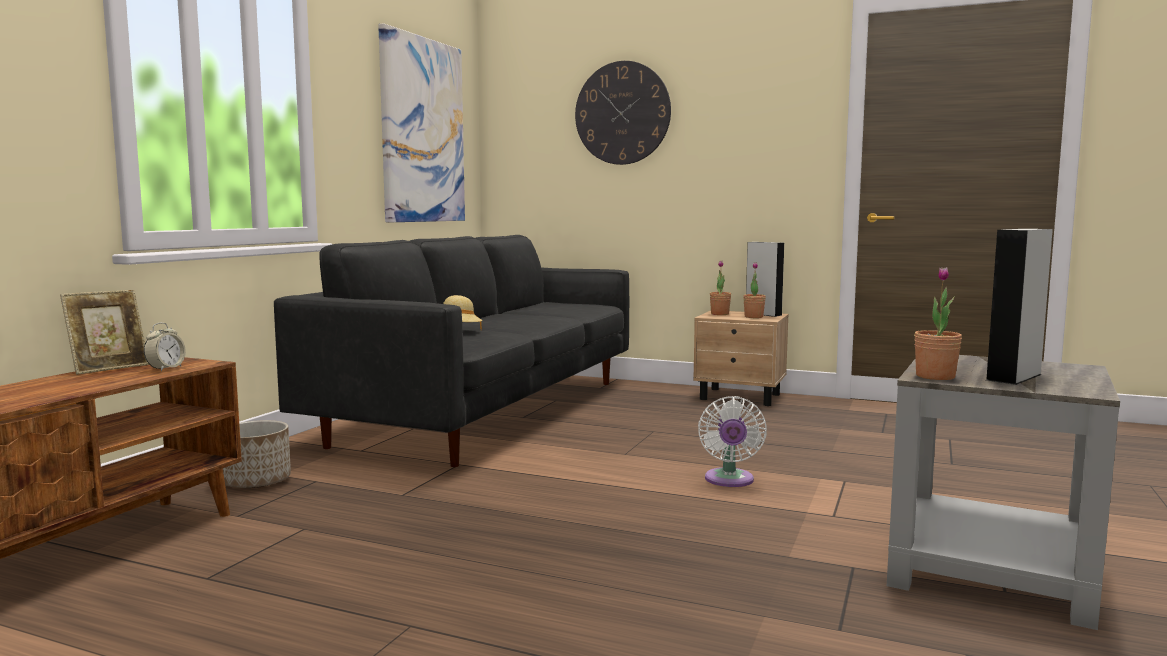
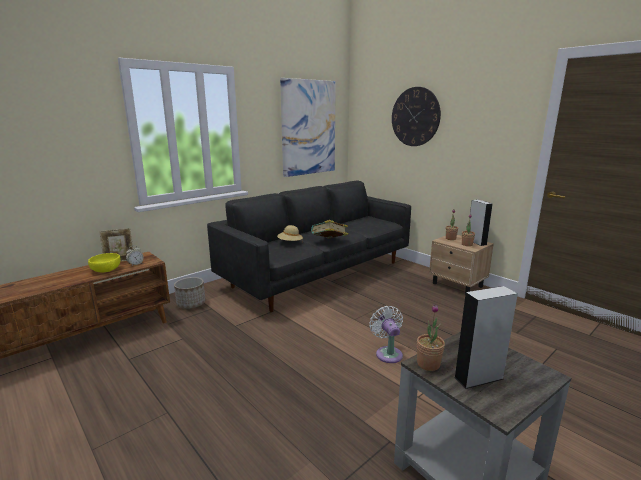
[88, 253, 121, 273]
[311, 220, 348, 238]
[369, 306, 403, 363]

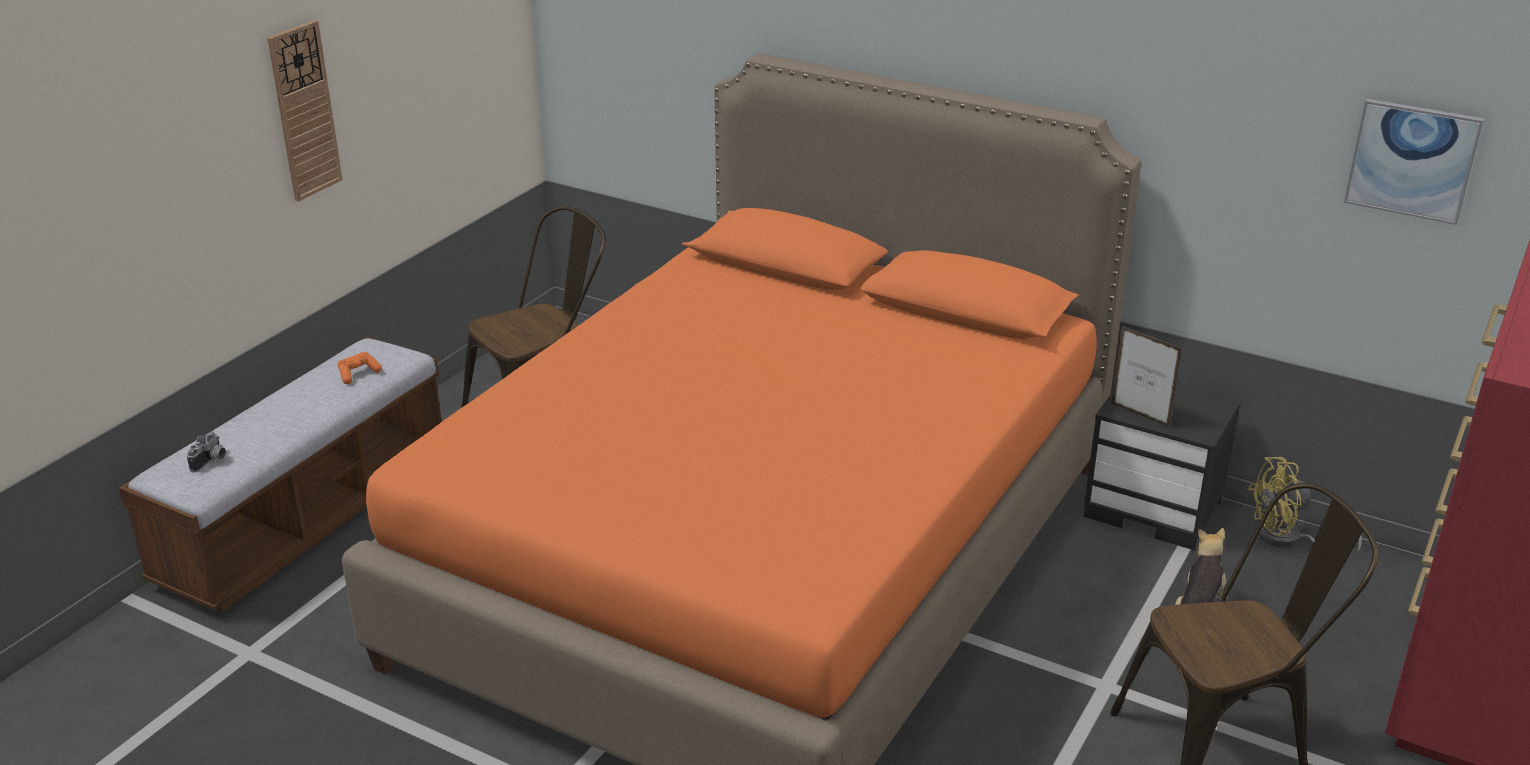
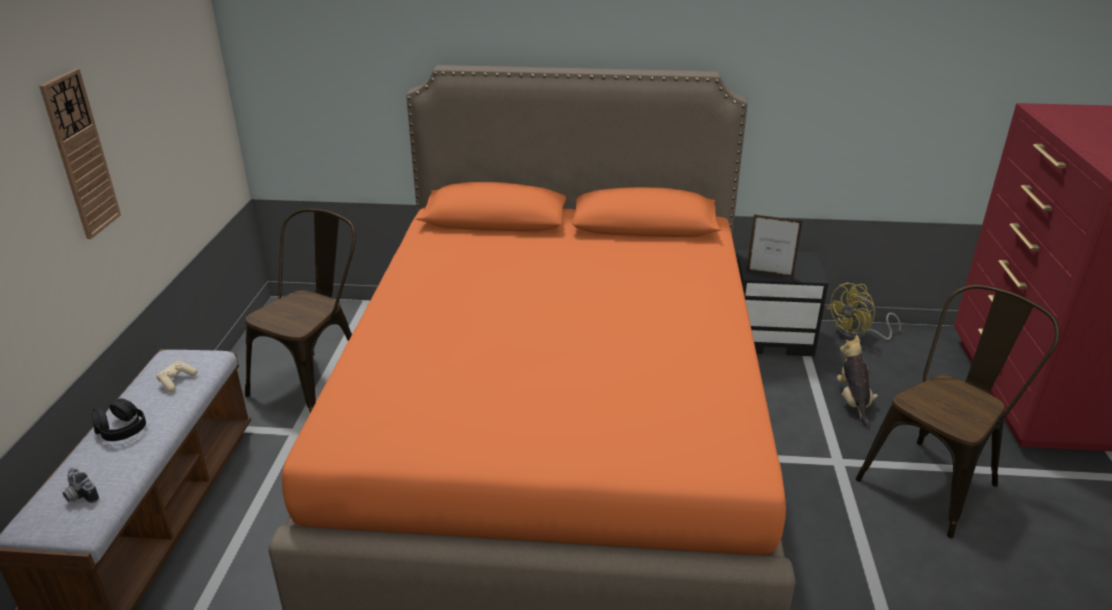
[63, 468, 99, 503]
[91, 398, 146, 441]
[156, 361, 197, 392]
[1344, 99, 1484, 225] (first image)

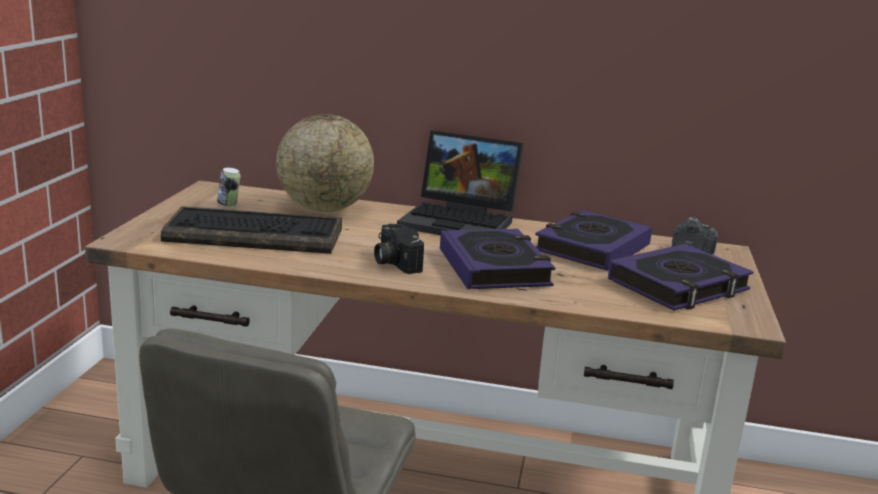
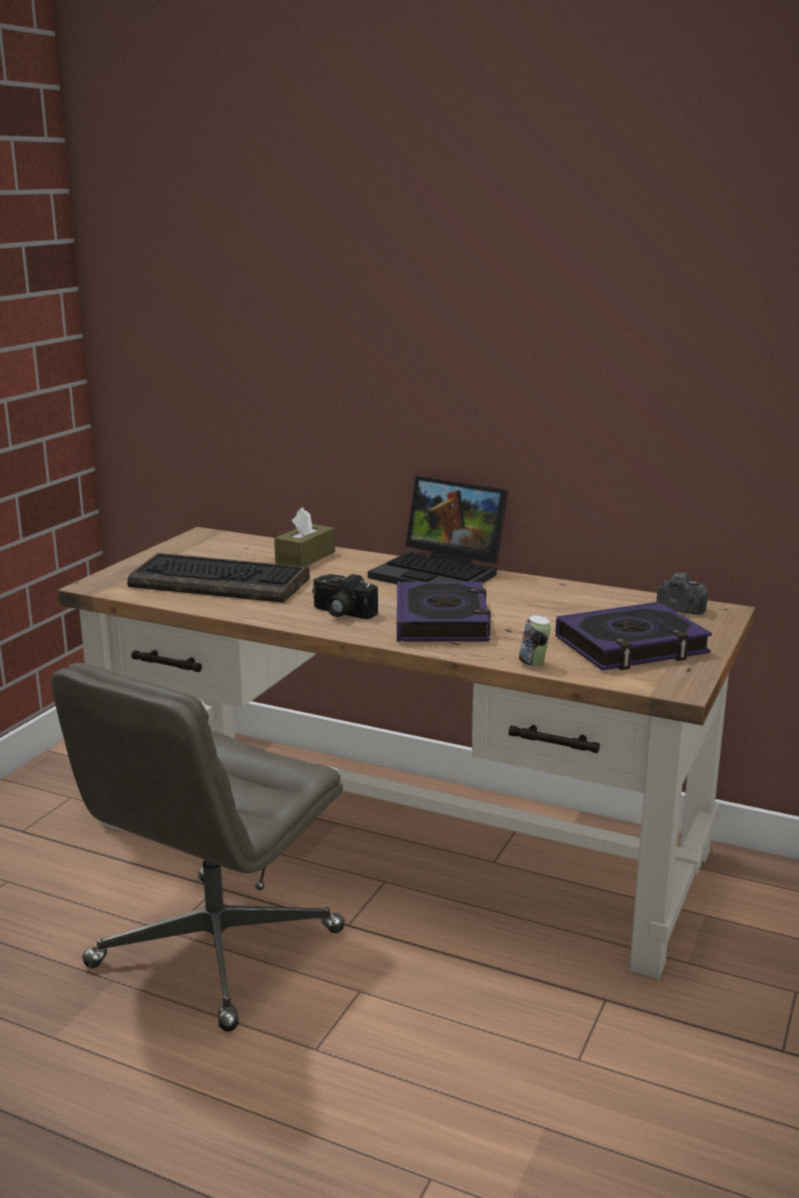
[274, 507, 335, 567]
[312, 574, 378, 619]
[519, 615, 551, 667]
[535, 210, 652, 271] (first image)

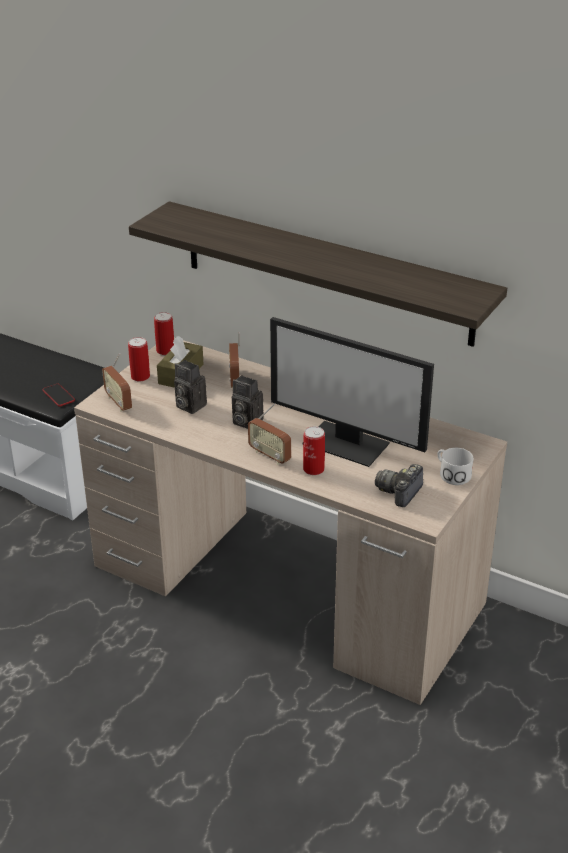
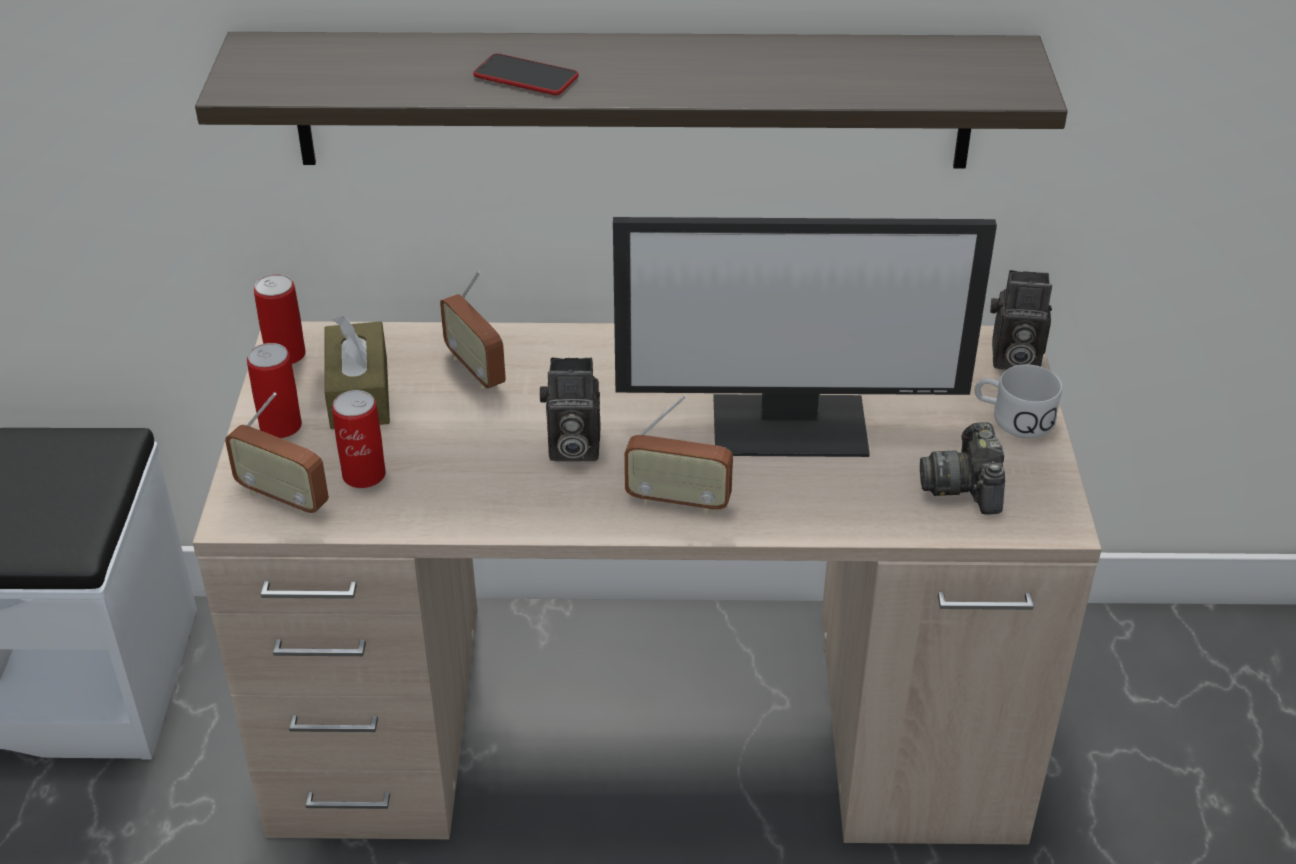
[332, 390, 386, 488]
[473, 53, 579, 95]
[990, 270, 1052, 370]

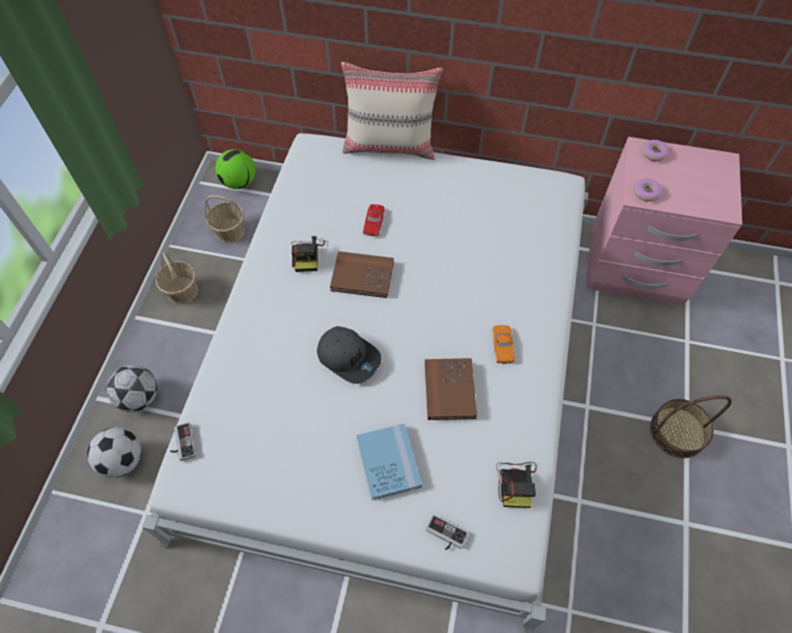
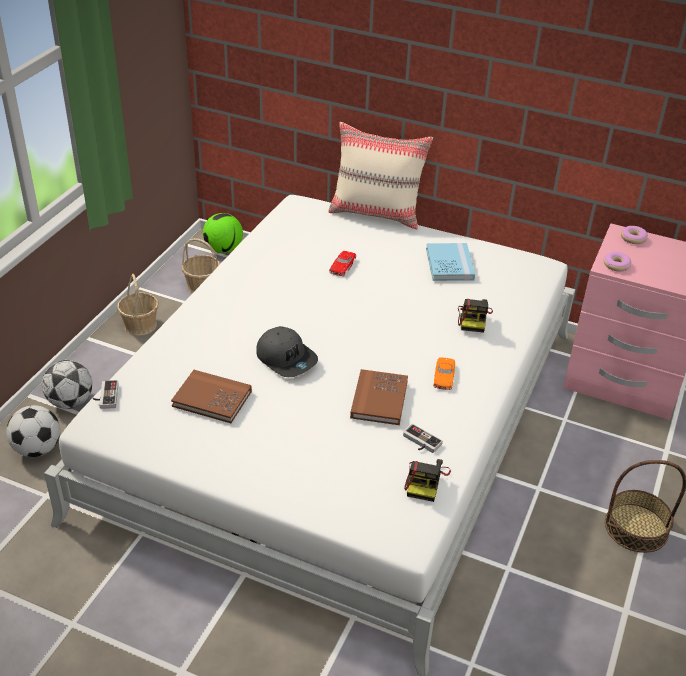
[171, 370, 252, 423]
[403, 424, 443, 453]
[426, 243, 475, 281]
[458, 299, 493, 333]

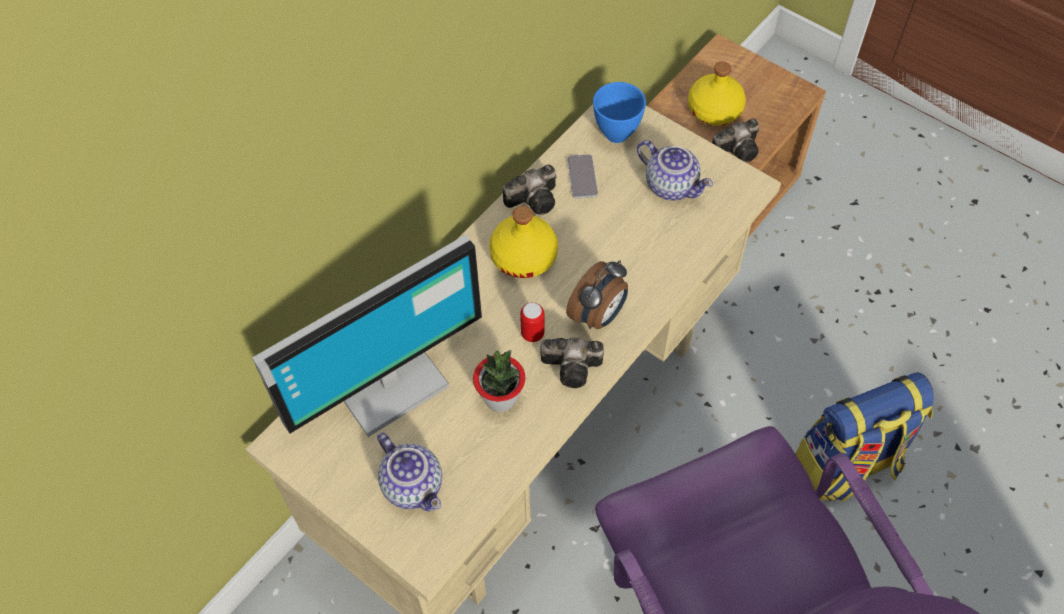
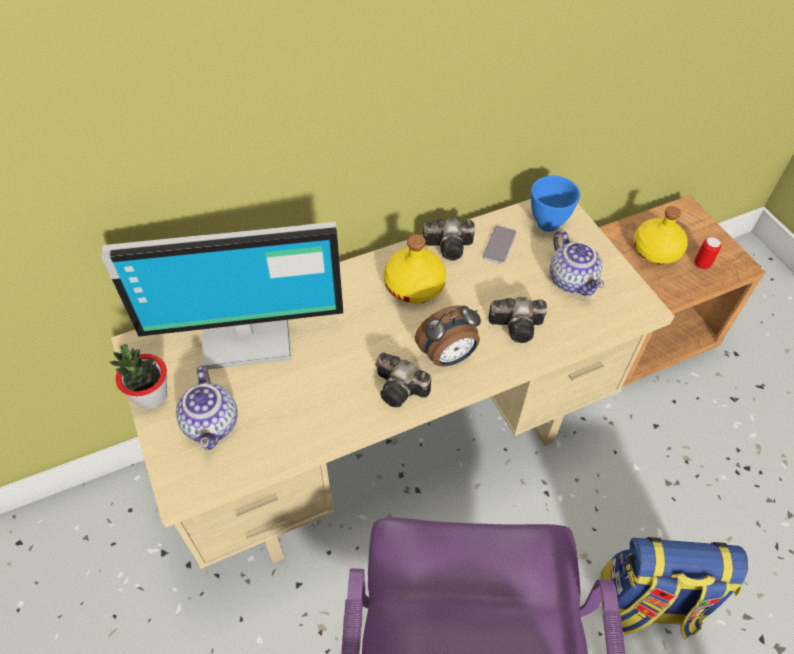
[109, 344, 167, 409]
[488, 297, 547, 343]
[694, 237, 721, 269]

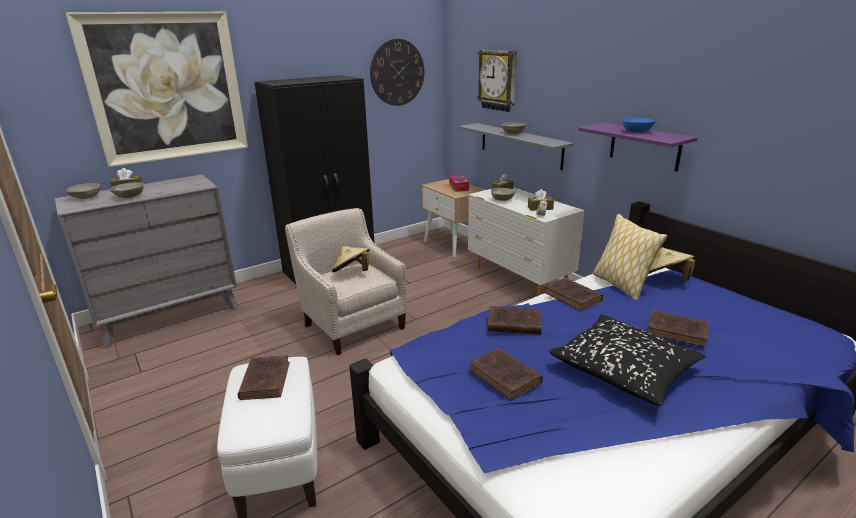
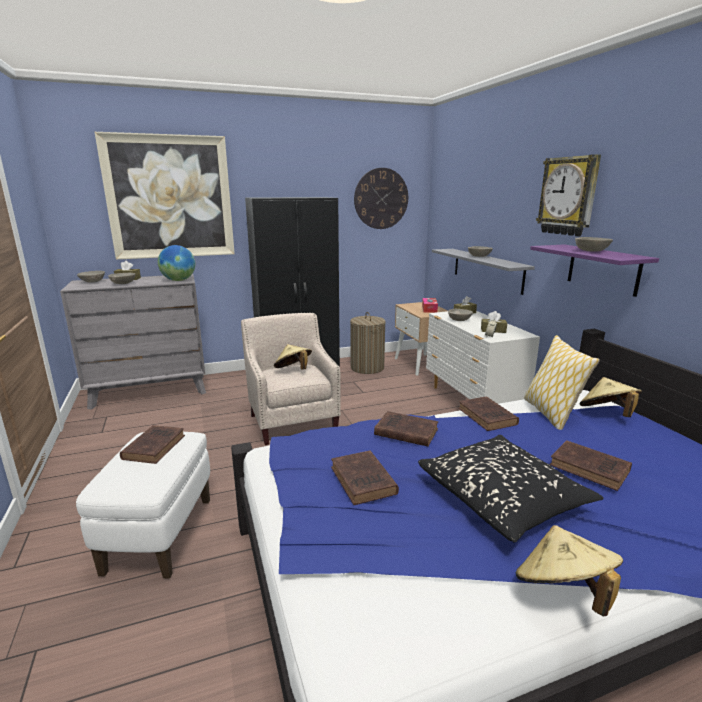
[158, 245, 195, 281]
[350, 312, 386, 374]
[516, 525, 623, 616]
[536, 154, 601, 236]
[575, 237, 613, 252]

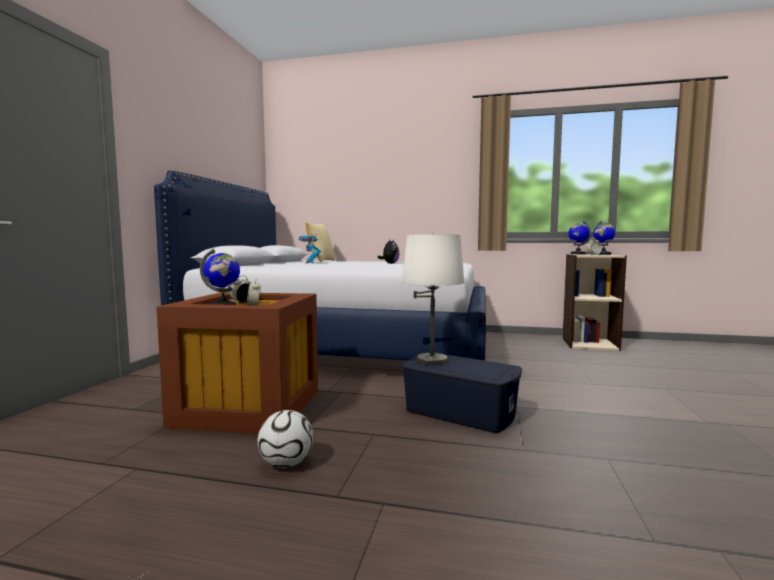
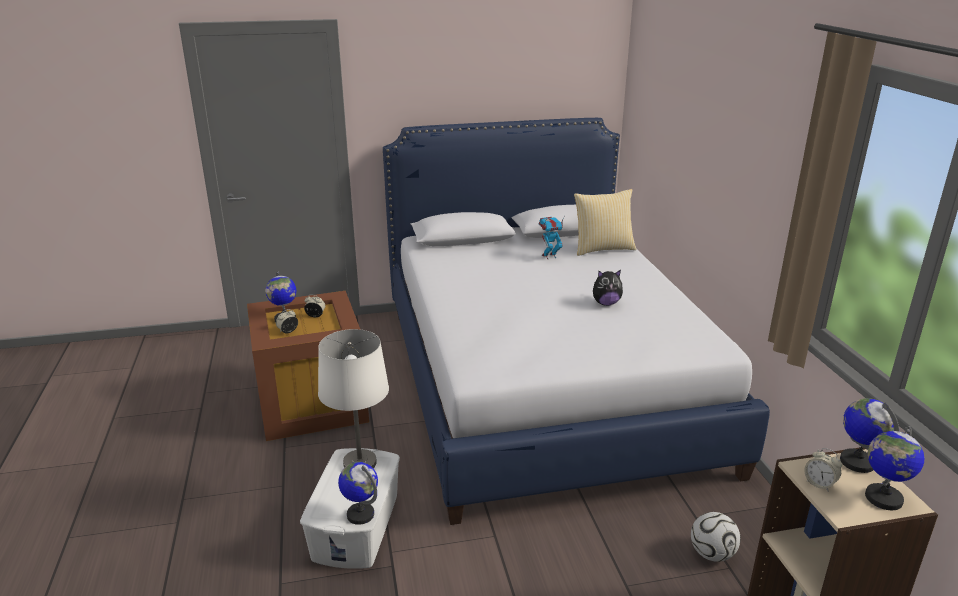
[300, 448, 400, 569]
[338, 462, 378, 525]
[691, 512, 740, 562]

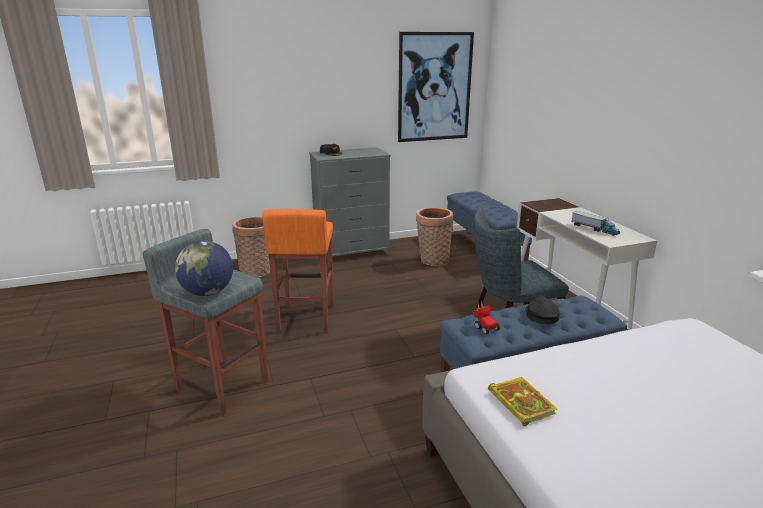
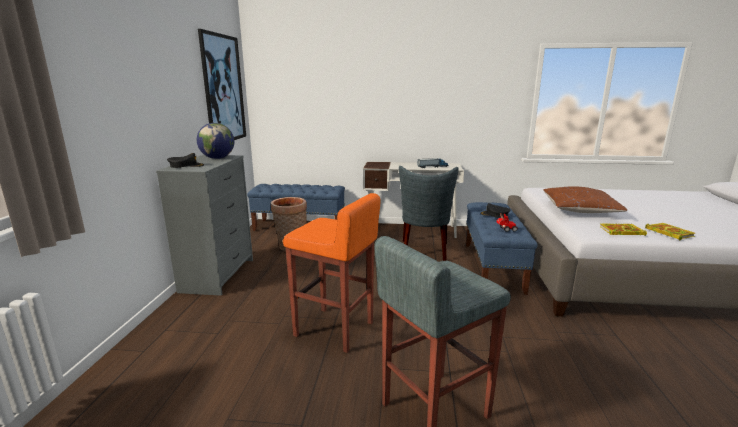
[197, 123, 234, 159]
[543, 186, 627, 213]
[645, 223, 696, 240]
[232, 216, 270, 277] (first image)

